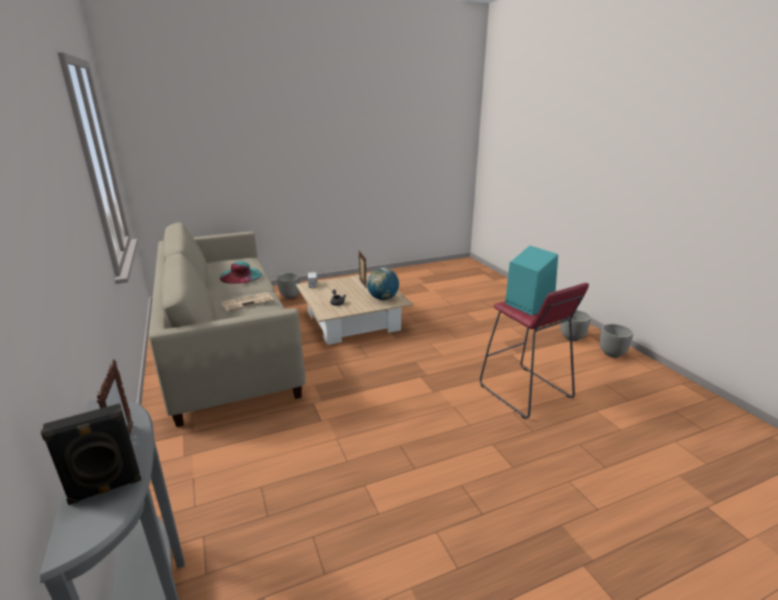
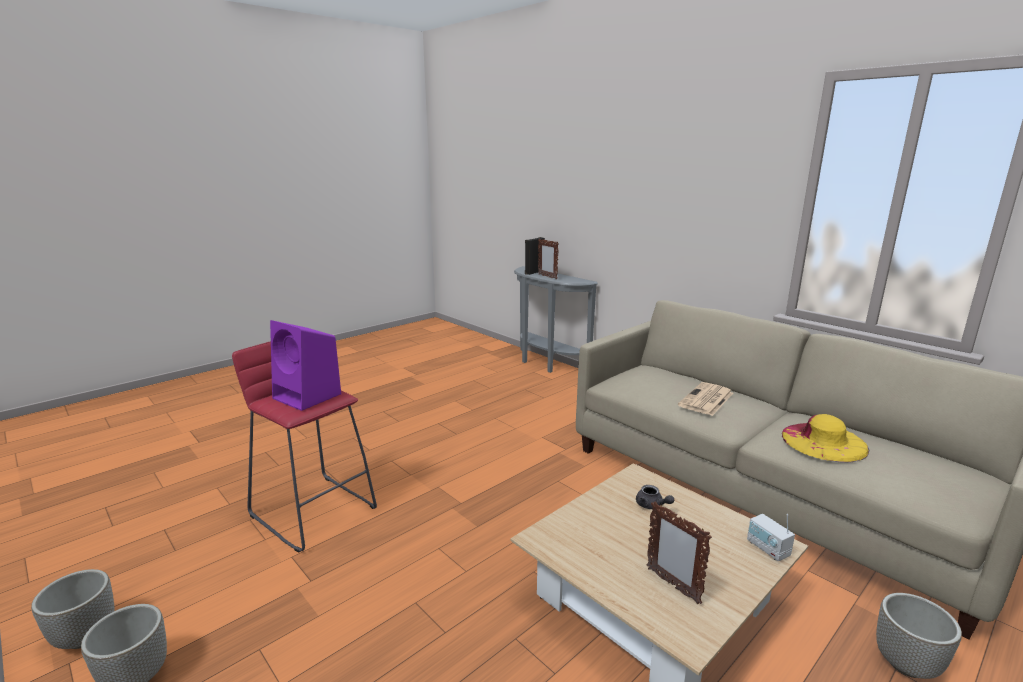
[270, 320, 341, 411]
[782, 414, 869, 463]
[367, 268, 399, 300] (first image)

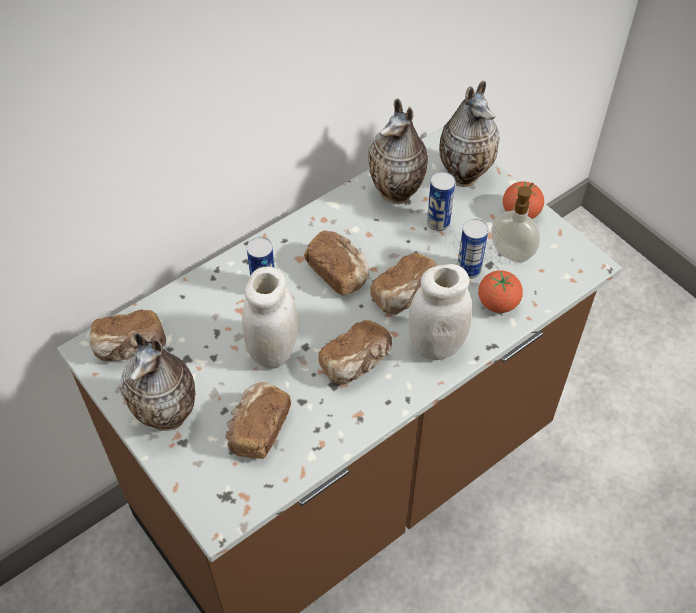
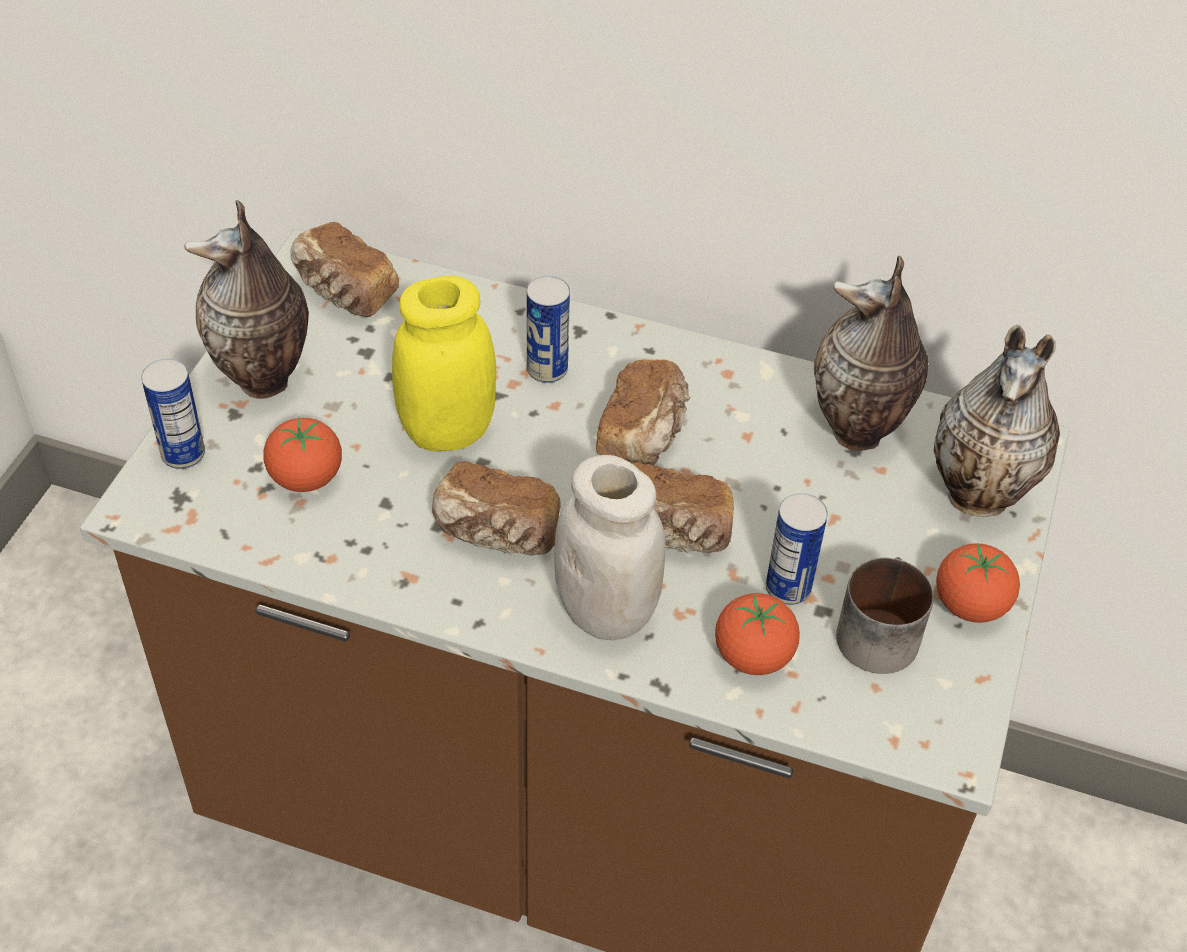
[141, 358, 205, 469]
[263, 416, 342, 492]
[392, 276, 496, 451]
[836, 557, 934, 674]

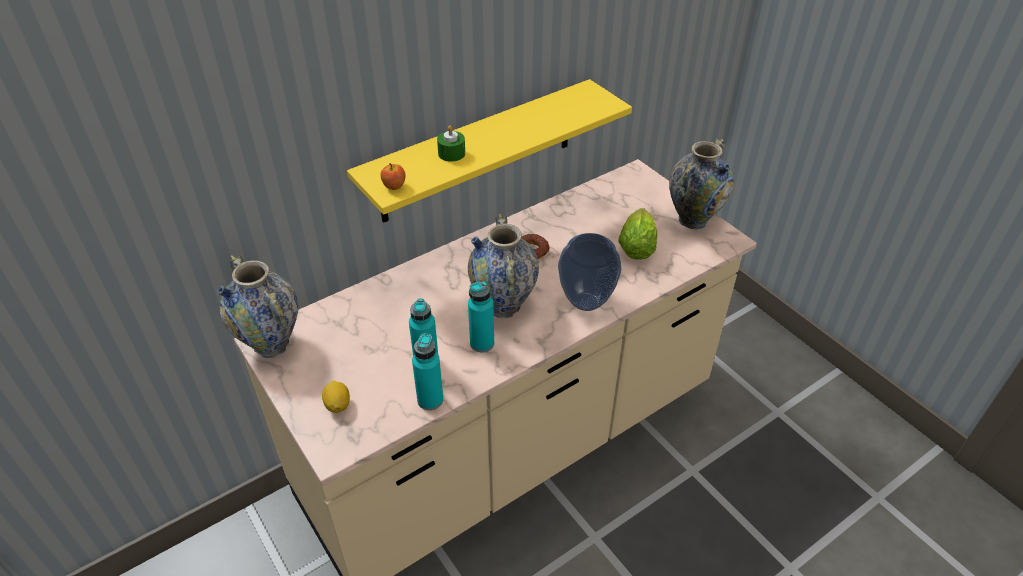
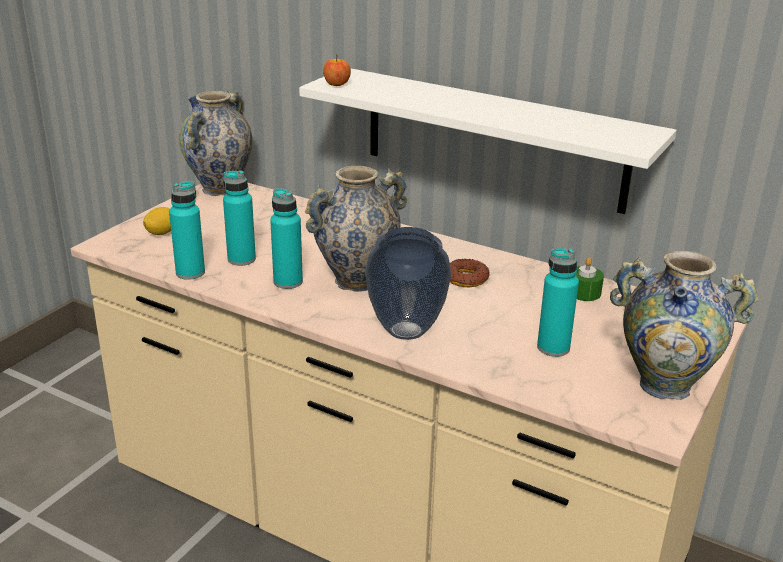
[299, 69, 676, 214]
[537, 248, 579, 357]
[576, 258, 604, 301]

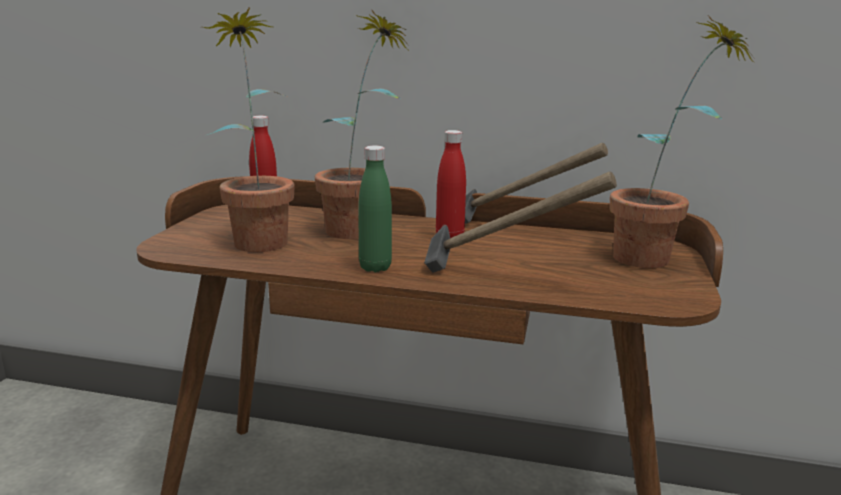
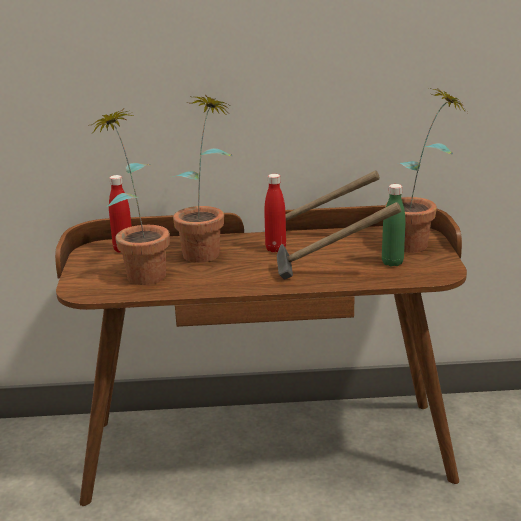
[382, 184, 405, 267]

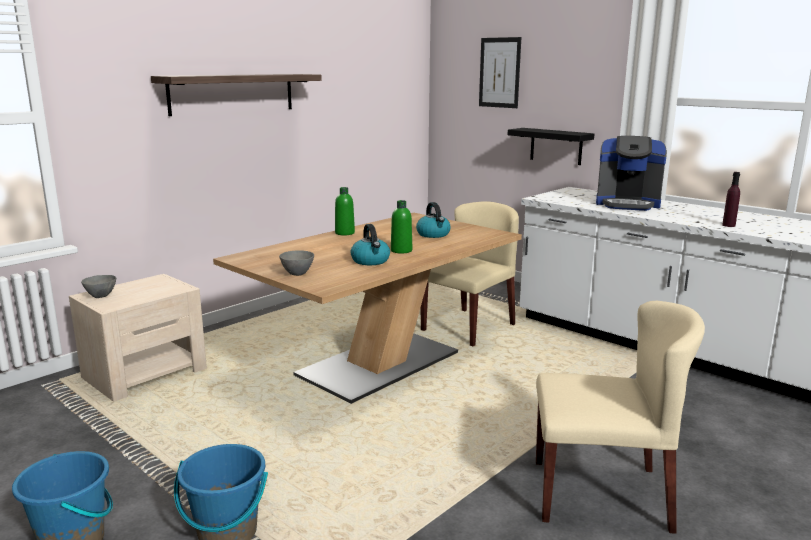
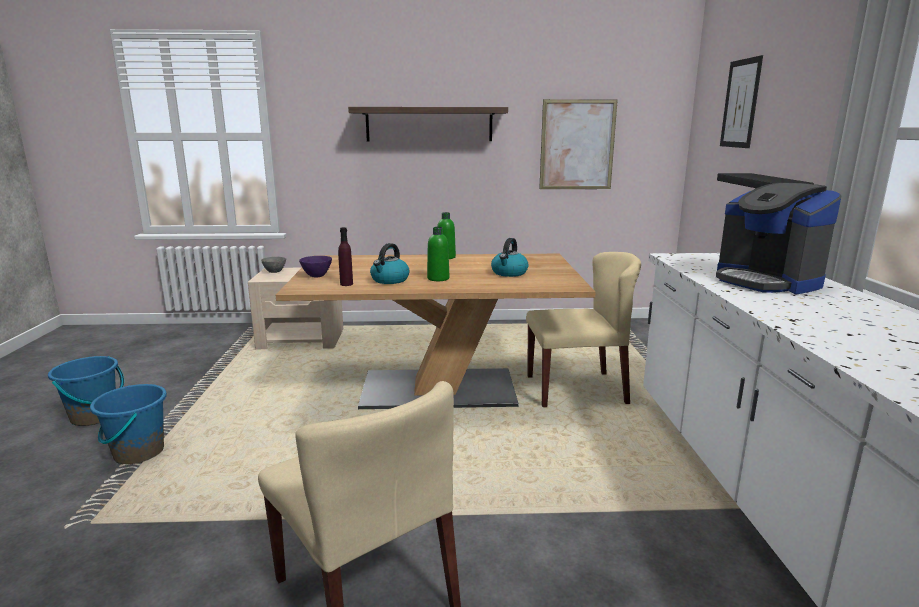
[299, 256, 332, 278]
[338, 227, 353, 286]
[539, 99, 618, 189]

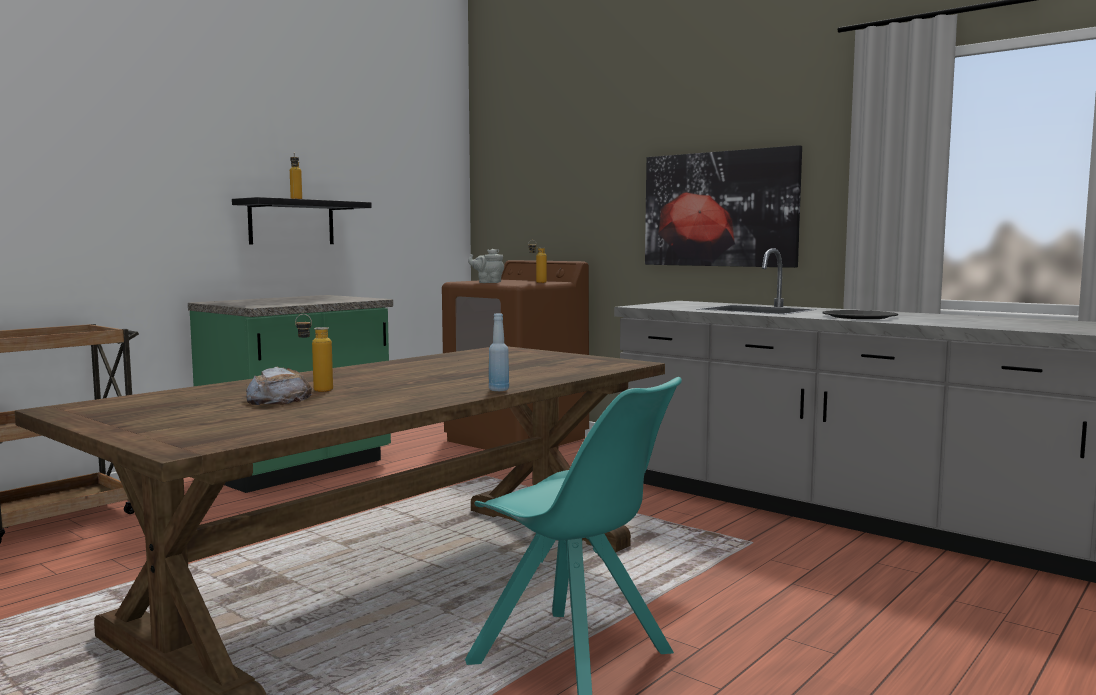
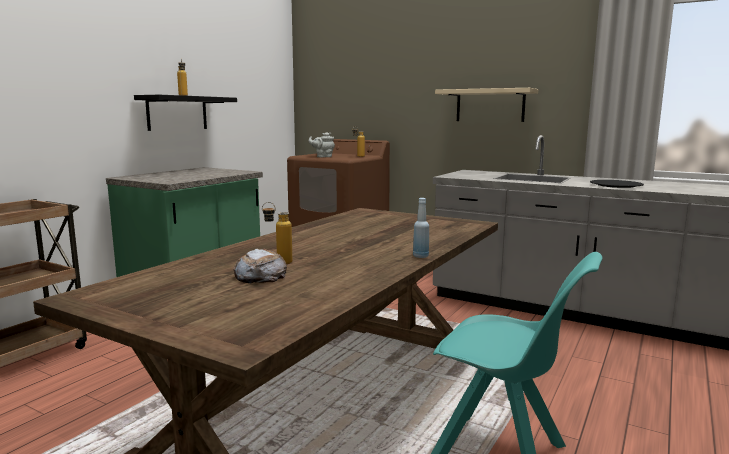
[435, 88, 538, 122]

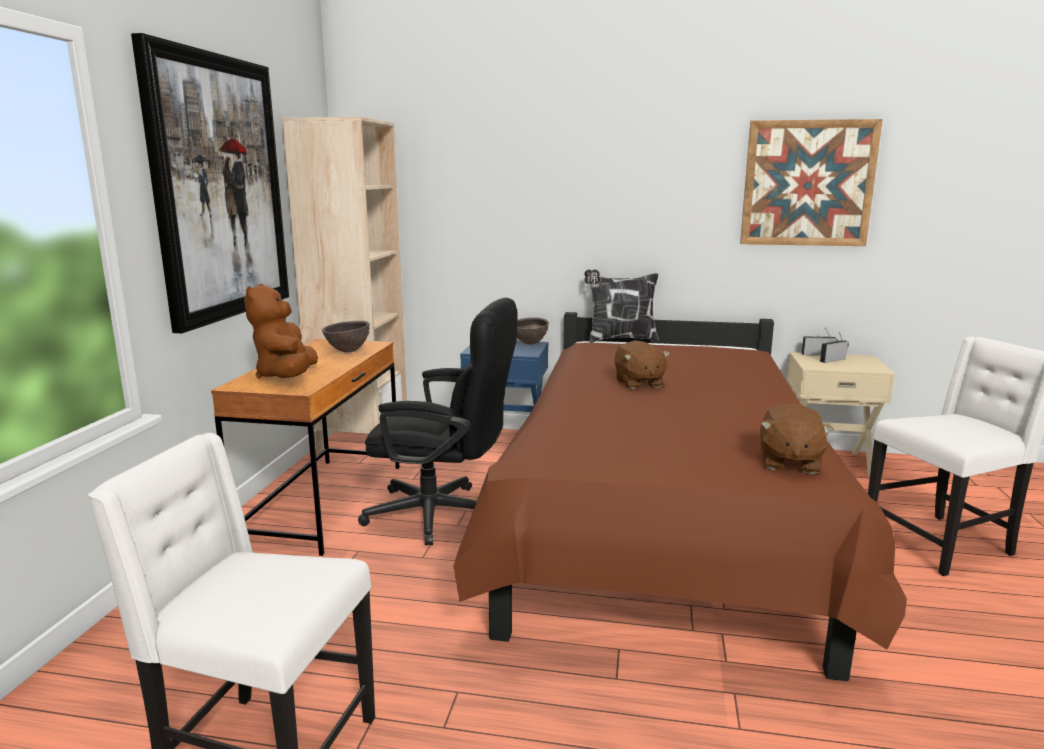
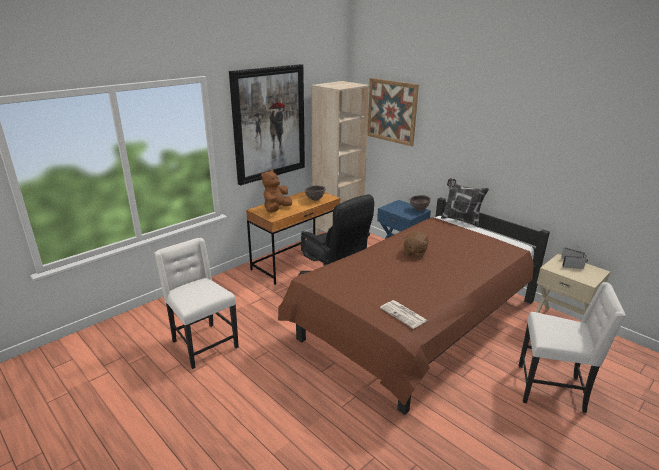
[367, 78, 419, 146]
[380, 300, 428, 329]

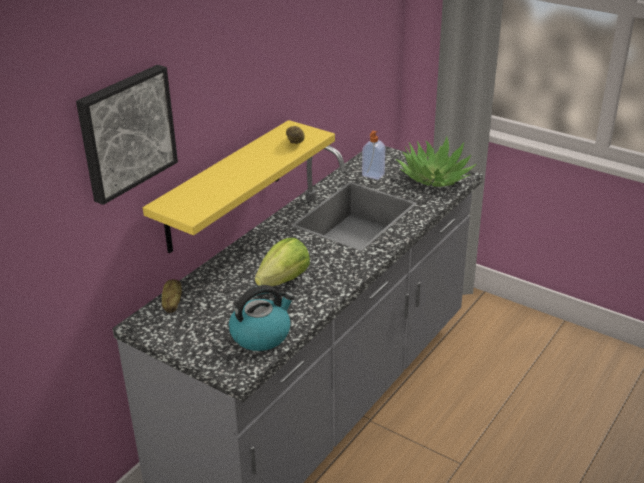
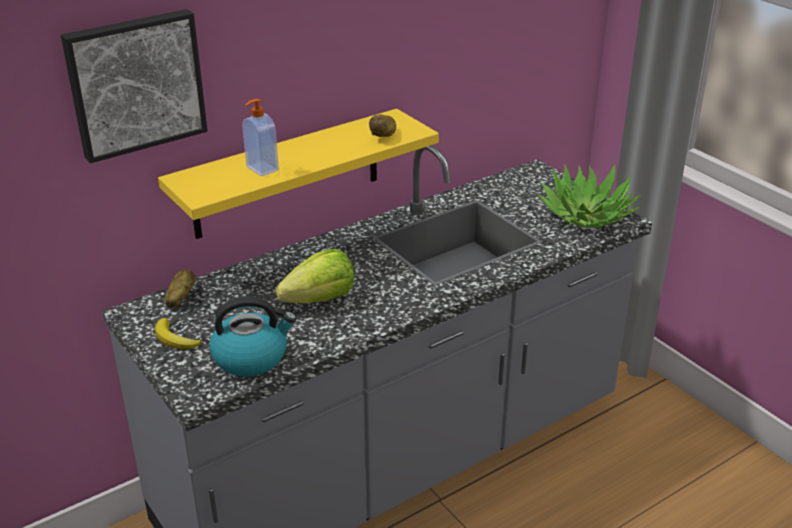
[155, 318, 202, 349]
[242, 99, 279, 177]

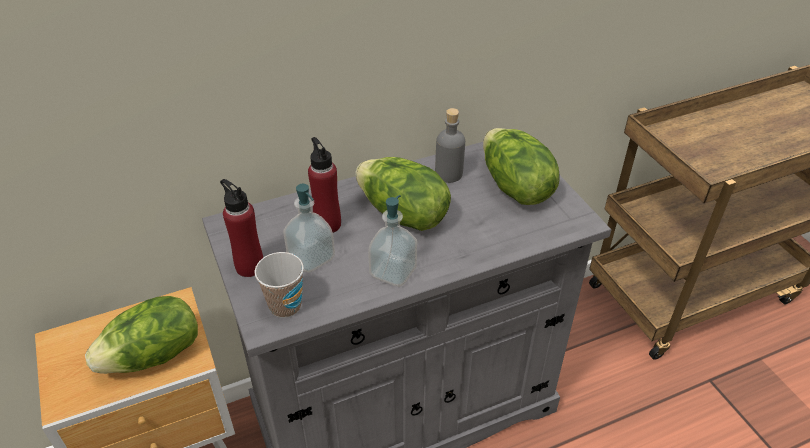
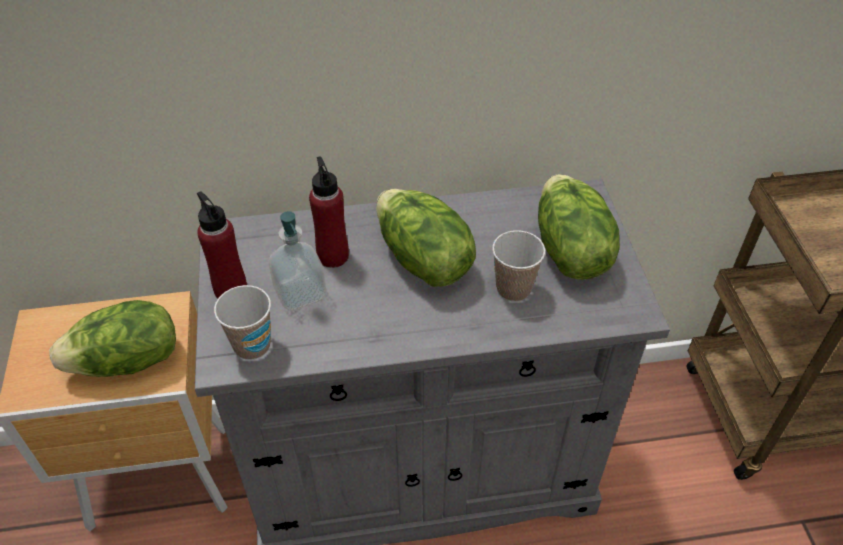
[492, 230, 545, 302]
[368, 195, 417, 286] (first image)
[435, 108, 465, 183] (first image)

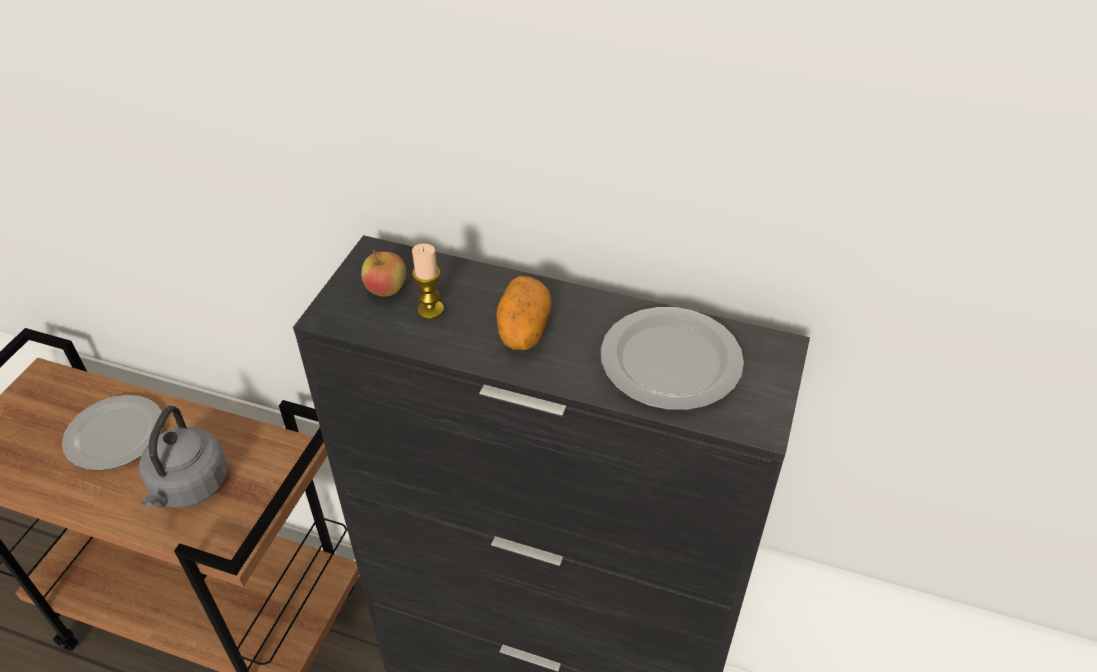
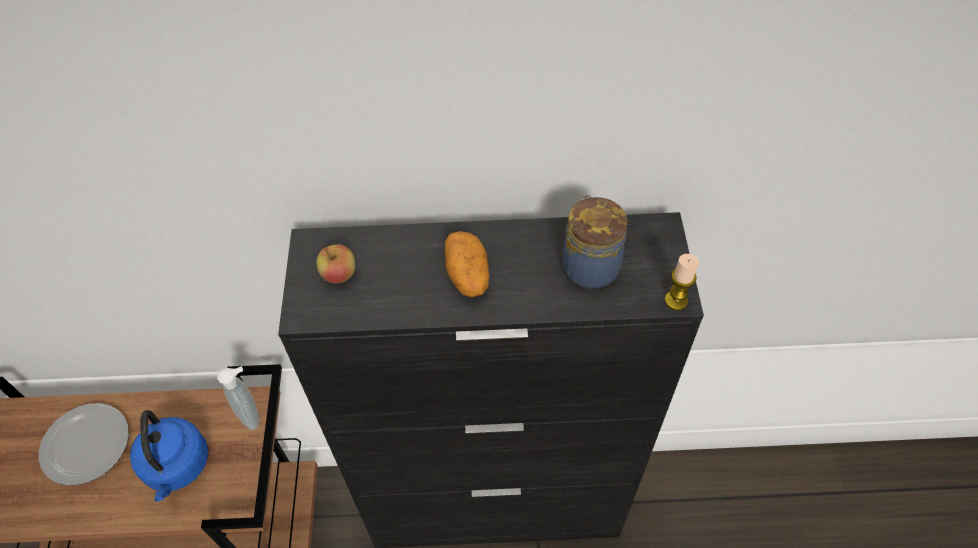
[130, 410, 208, 502]
[217, 366, 260, 430]
[562, 195, 628, 289]
[665, 254, 699, 310]

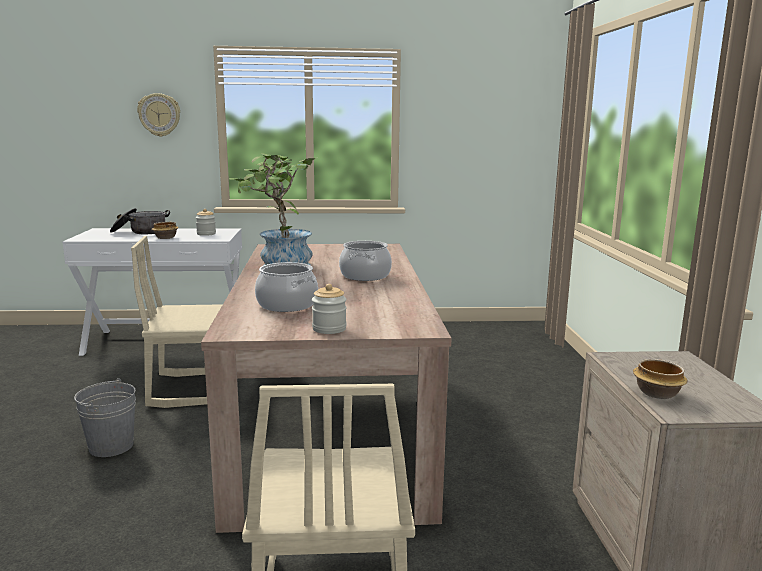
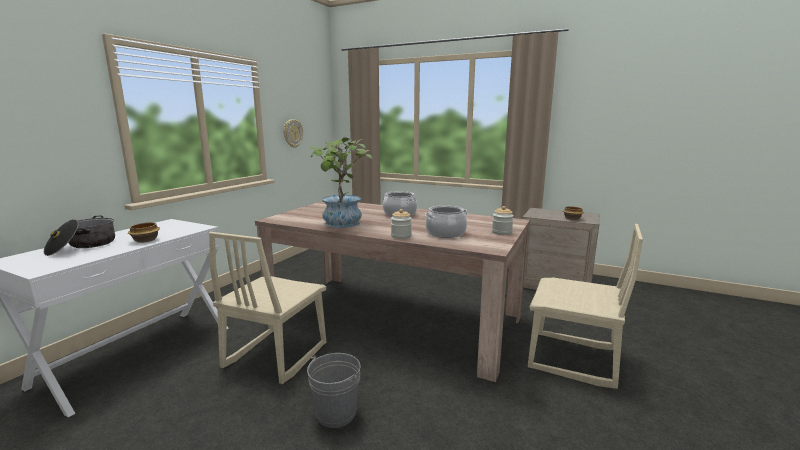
[284, 119, 303, 148]
[391, 209, 412, 239]

